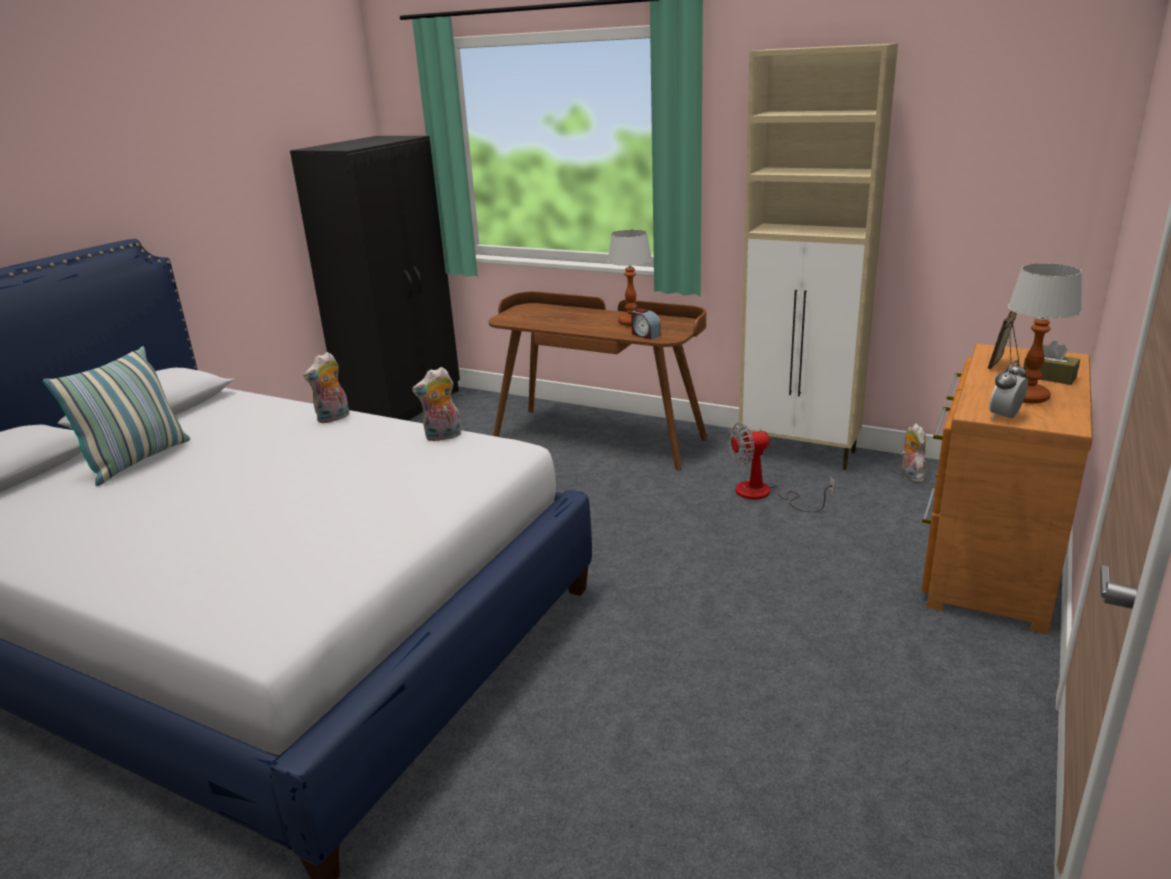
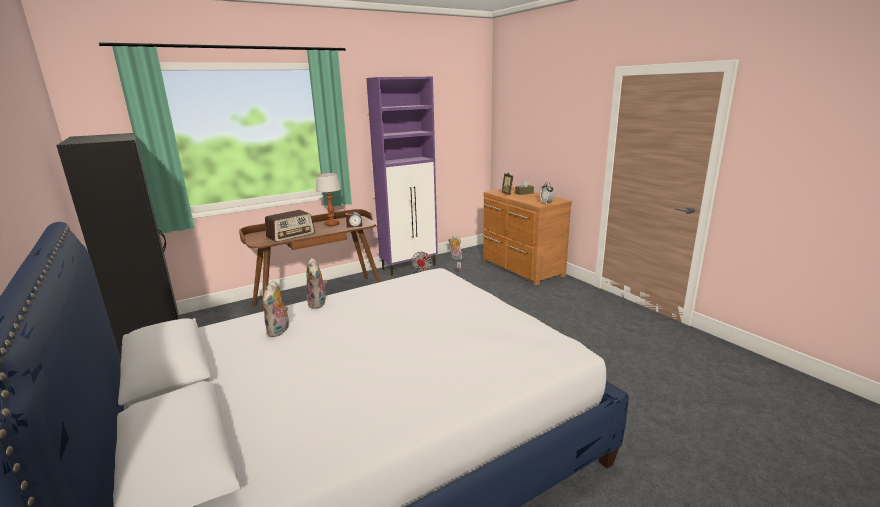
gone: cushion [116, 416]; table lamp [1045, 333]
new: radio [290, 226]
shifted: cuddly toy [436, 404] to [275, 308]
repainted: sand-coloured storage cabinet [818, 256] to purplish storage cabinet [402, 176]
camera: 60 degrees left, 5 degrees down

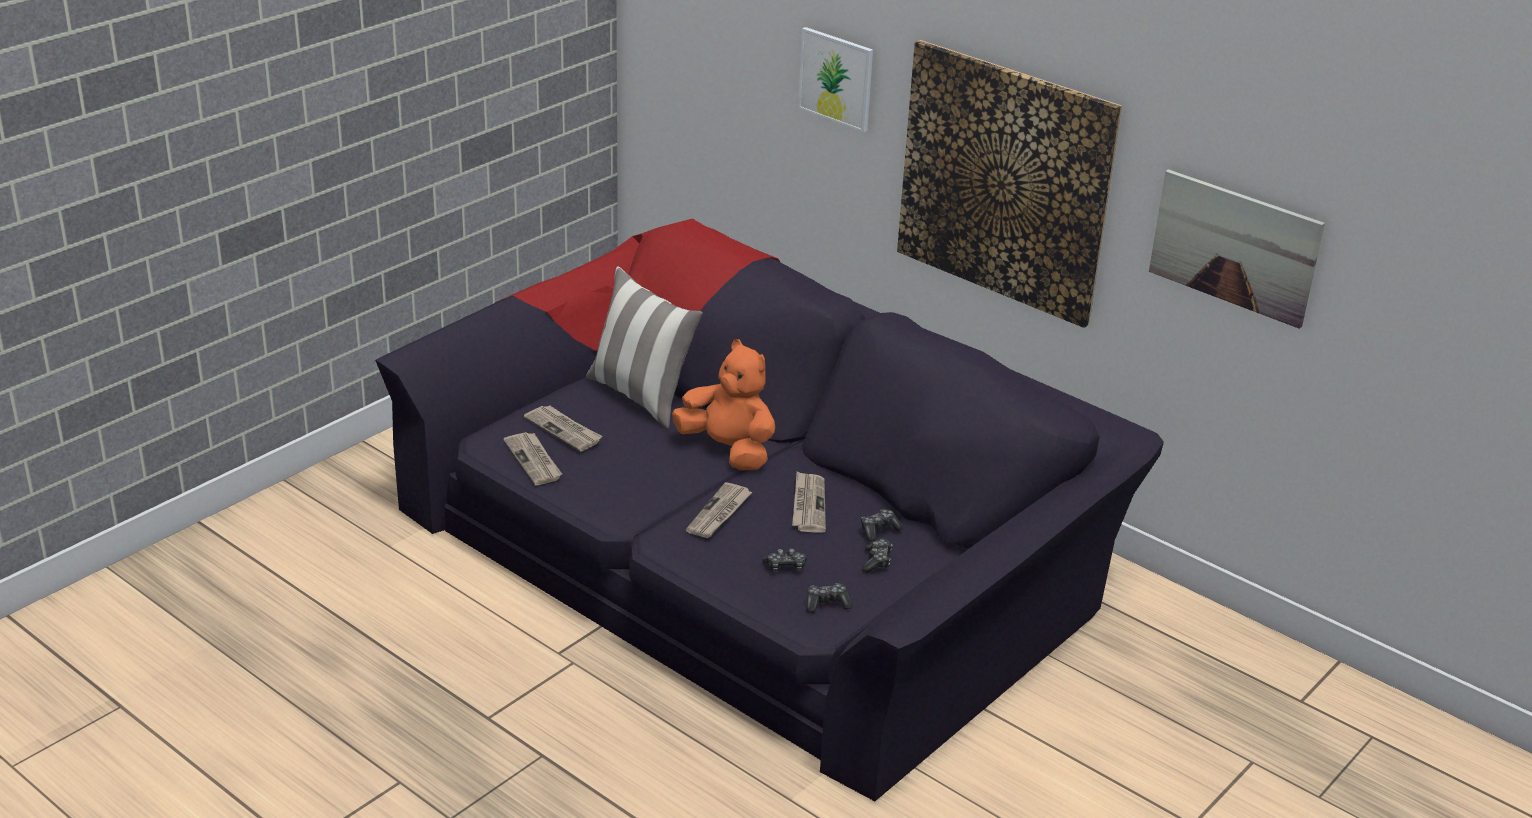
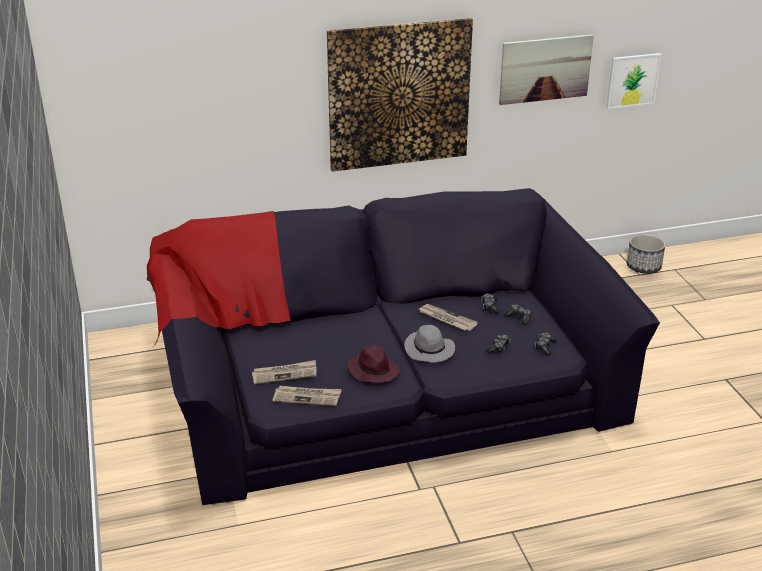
gone: cushion [644, 347]; orangey cuddly toy [723, 405]
new: purplish wearable hat [374, 364]; flower pot [646, 254]
shifted: wall art [835, 79] to [634, 81]
swapped: daily paper [719, 510] to grey wearable hat [429, 344]
camera: 55 degrees left, 0 degrees up

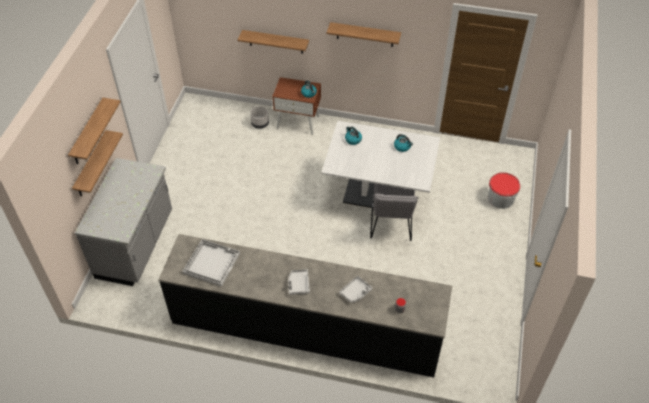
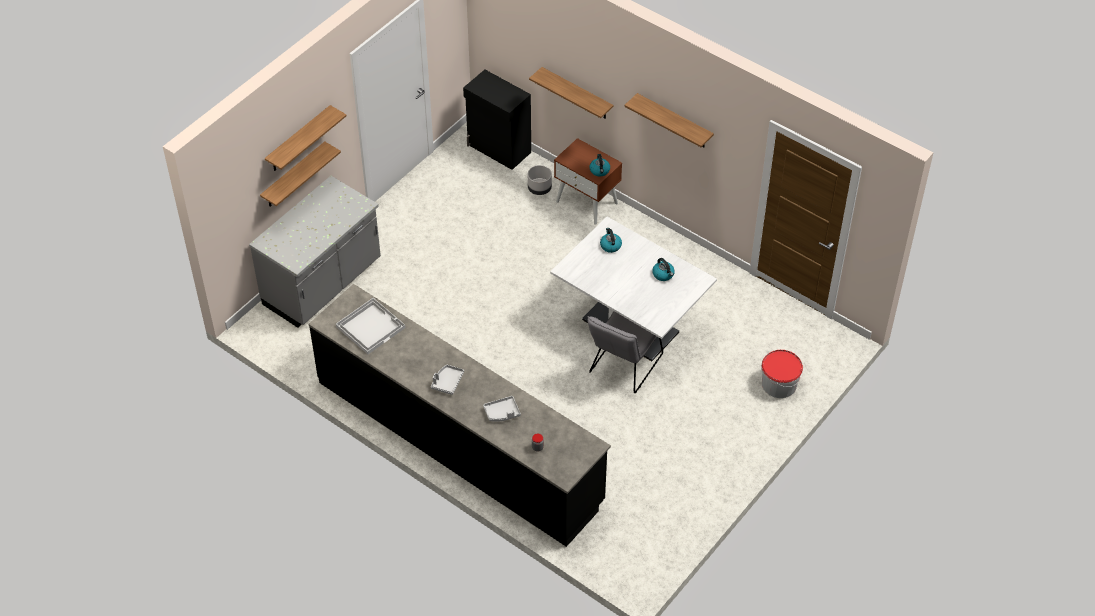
new: black-coloured storage cabinet [497, 120]
camera: 25 degrees right, 0 degrees up

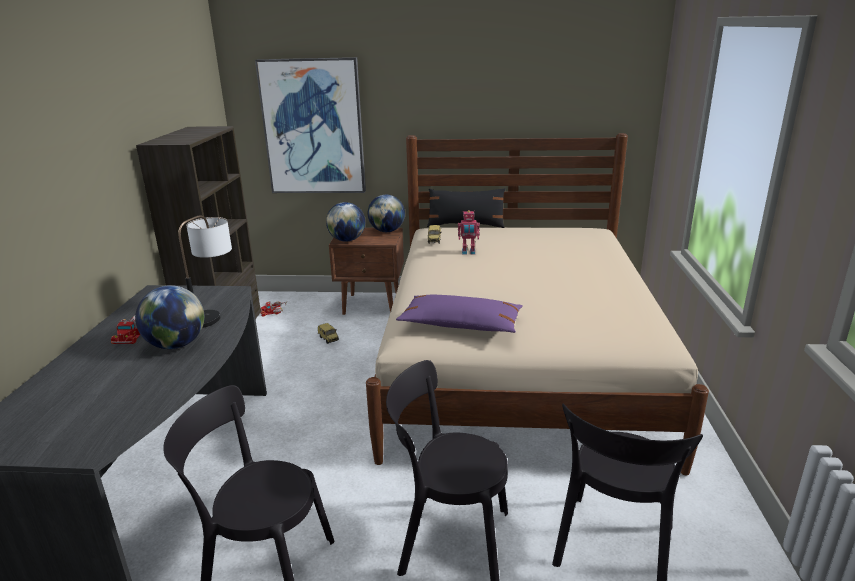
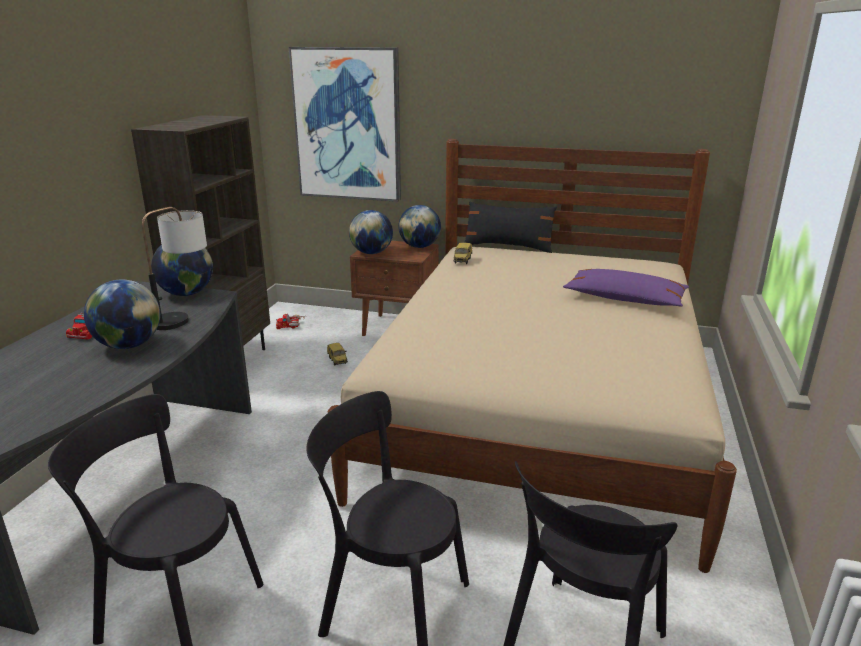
gone: model robot [469, 232]
new: world globe [182, 270]
shifted: purplish cushion [459, 314] to [626, 288]
camera: 10 degrees right, 0 degrees up

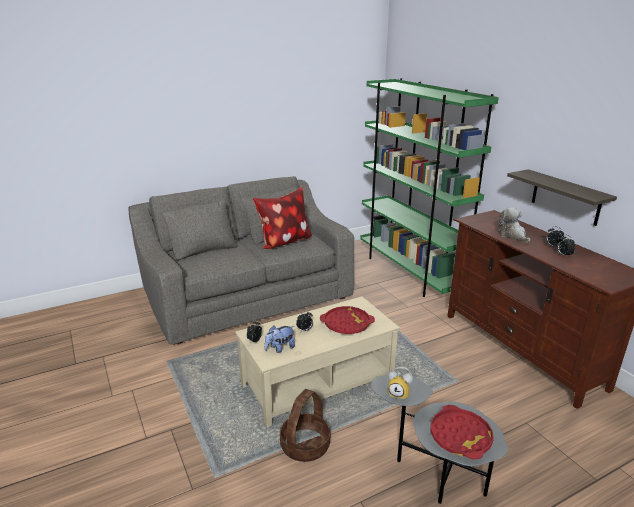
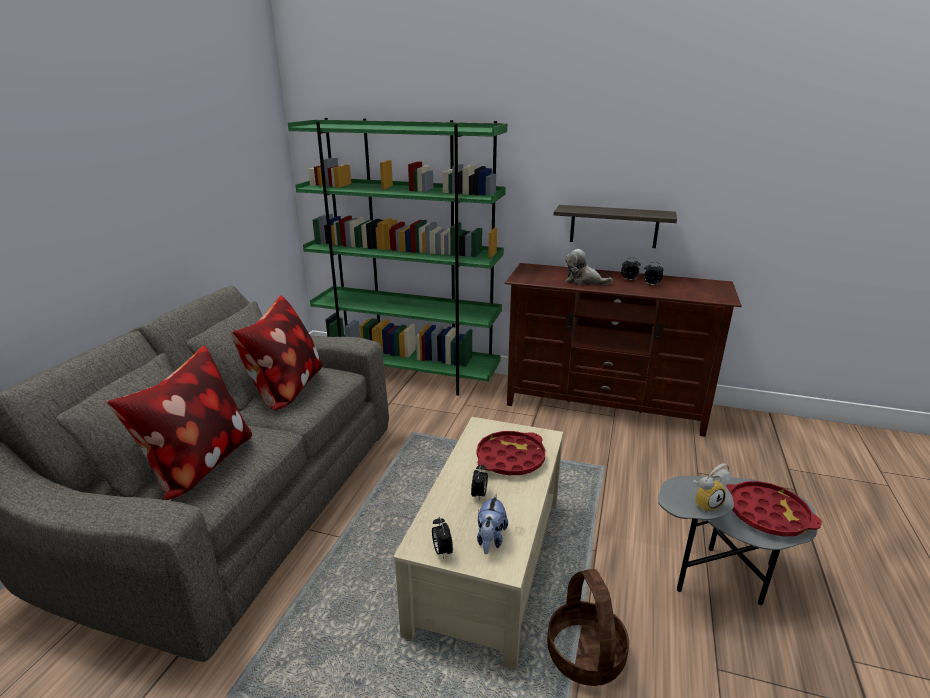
new: cushion [179, 423]
camera: 45 degrees left, 0 degrees up

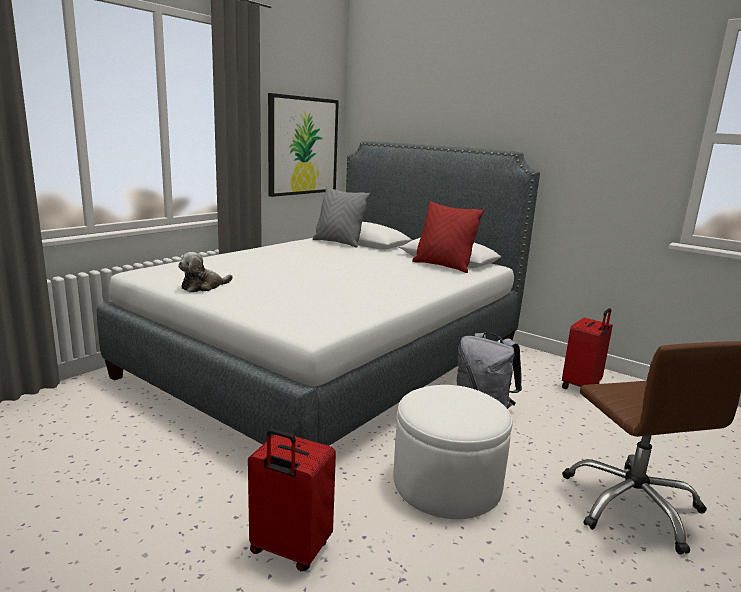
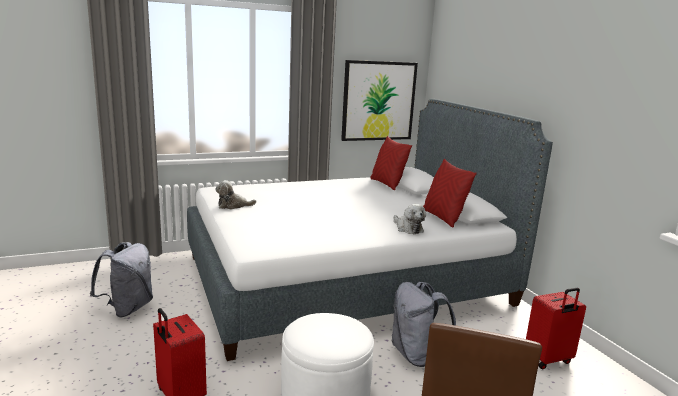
new: grey backpack [121, 279]; cuddly toy [410, 219]
repainted: grey cushion [341, 216] to red-coloured cushion [391, 163]
camera: 30 degrees right, 0 degrees up

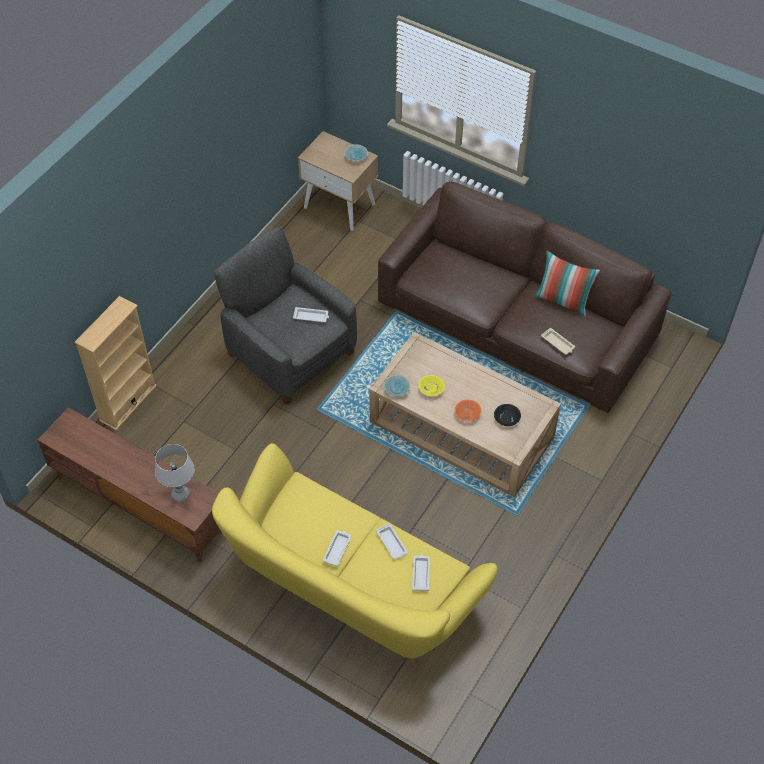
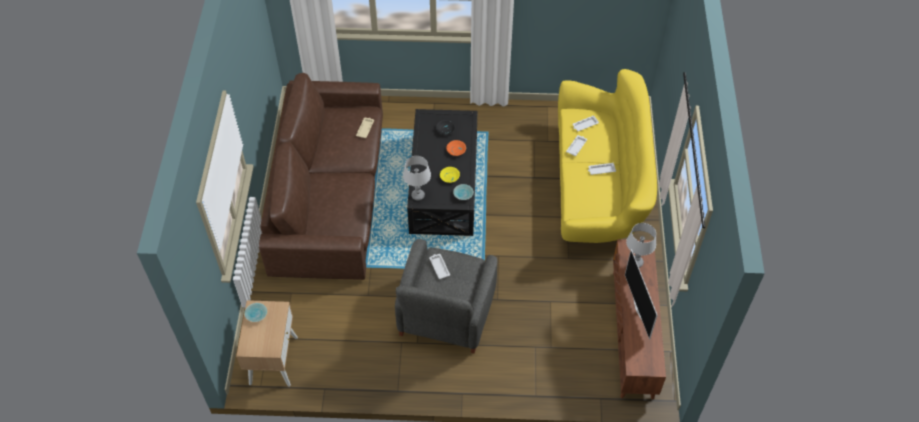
gone: sand-coloured bookcase [115, 363]; cushion [567, 284]
new: grey table lamp [417, 178]; TV set [641, 294]
repainted: sand-coloured low table [465, 414] to black-coloured low table [442, 172]
camera: 120 degrees left, 0 degrees up

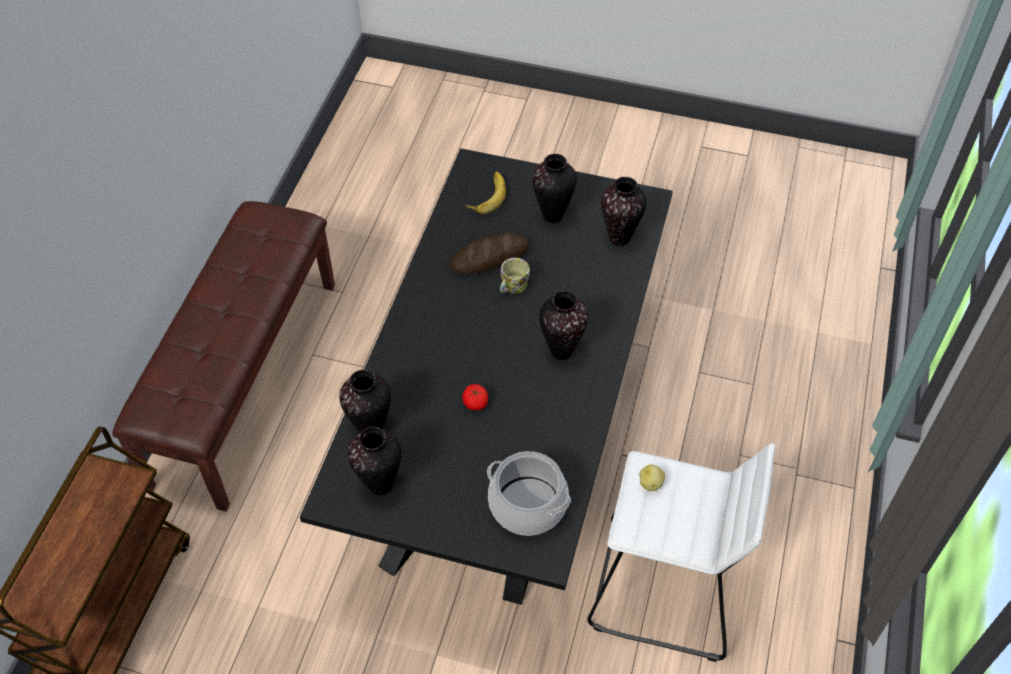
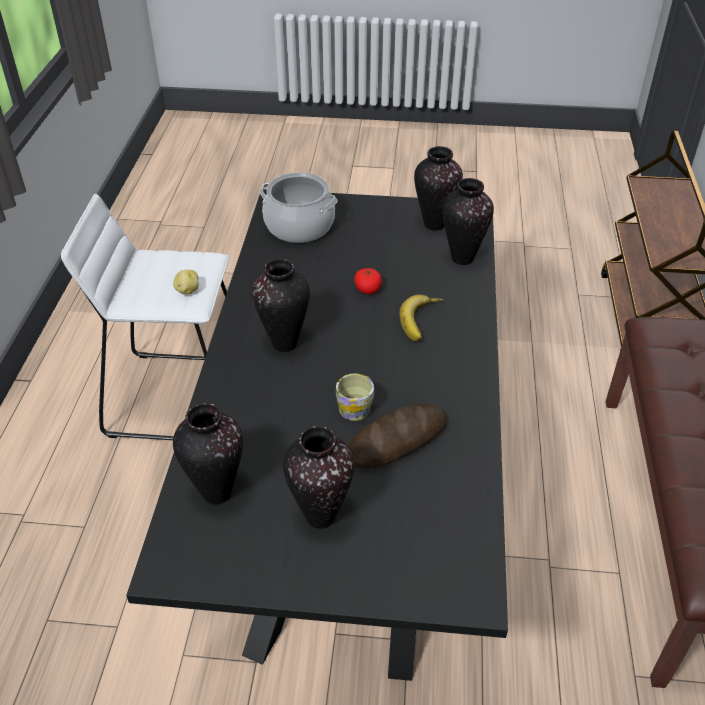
shifted: whole banana [485, 193] to [421, 318]
camera: 170 degrees right, 10 degrees down

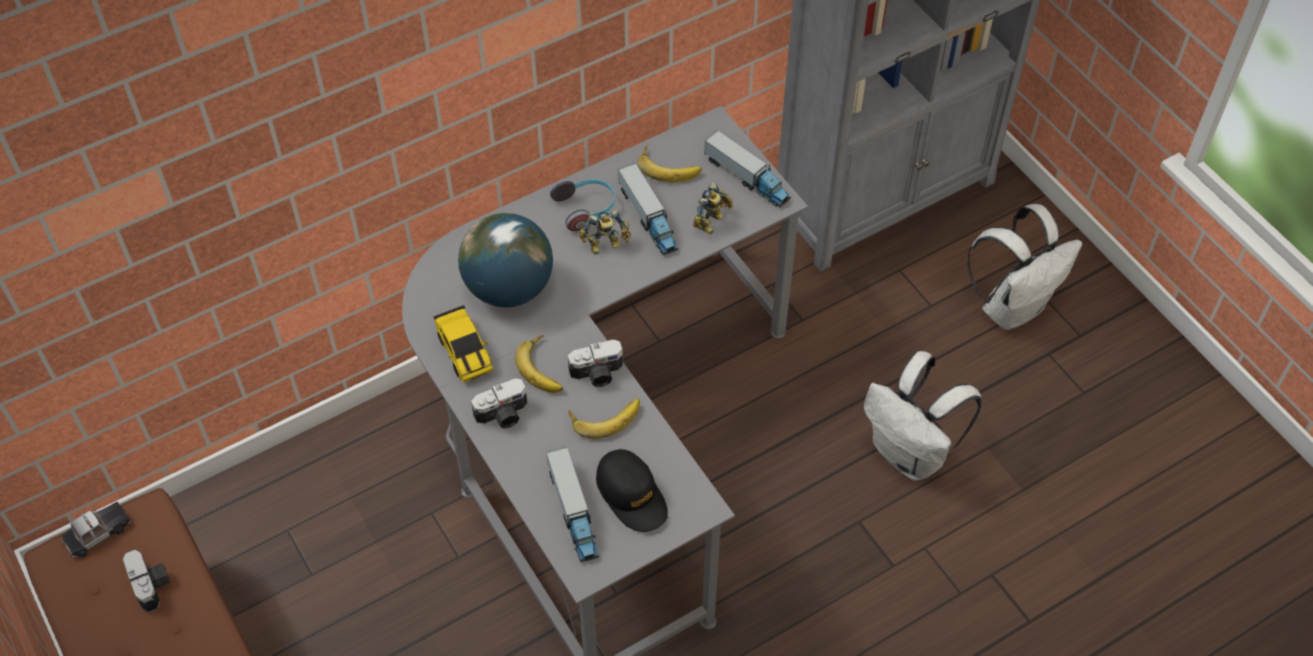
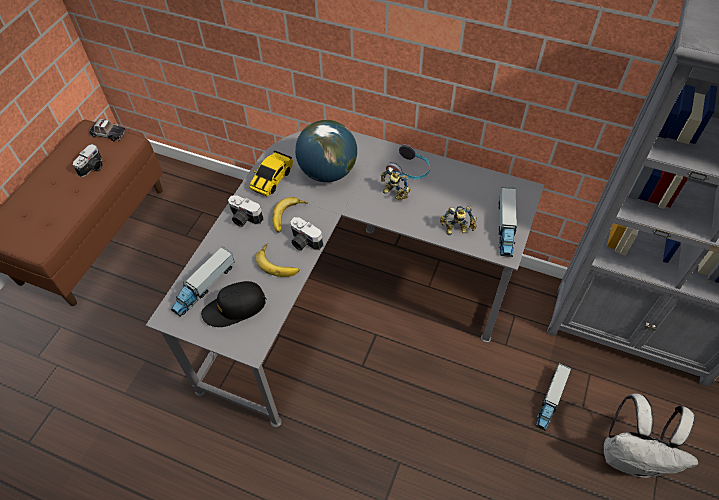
gone: whole banana [670, 164]; whitish backpack [923, 416]
shifted: toy truck [648, 209] to [553, 397]
rotated: black-coloured baseball cap [632, 490] = [233, 304] 45 degrees clockwise
camera: 55 degrees right, 0 degrees up

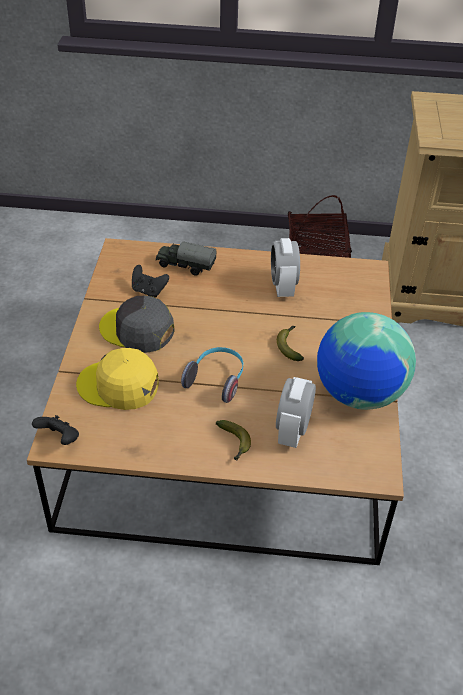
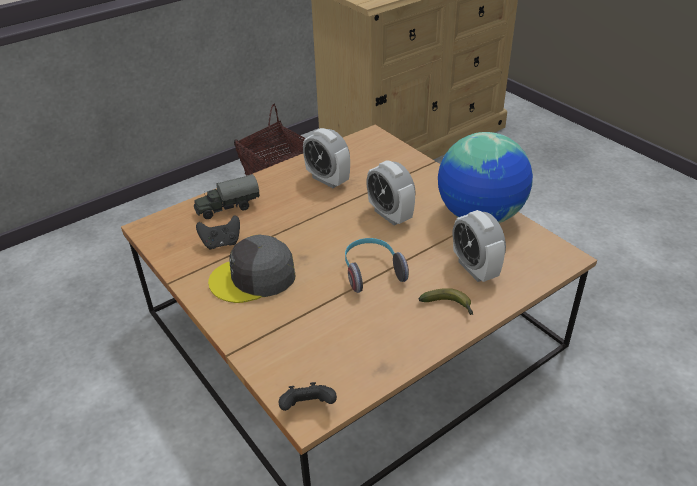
gone: yellow baseball cap [117, 379]
swapped: whole banana [290, 343] to alarm clock [391, 193]
camera: 40 degrees left, 5 degrees down

